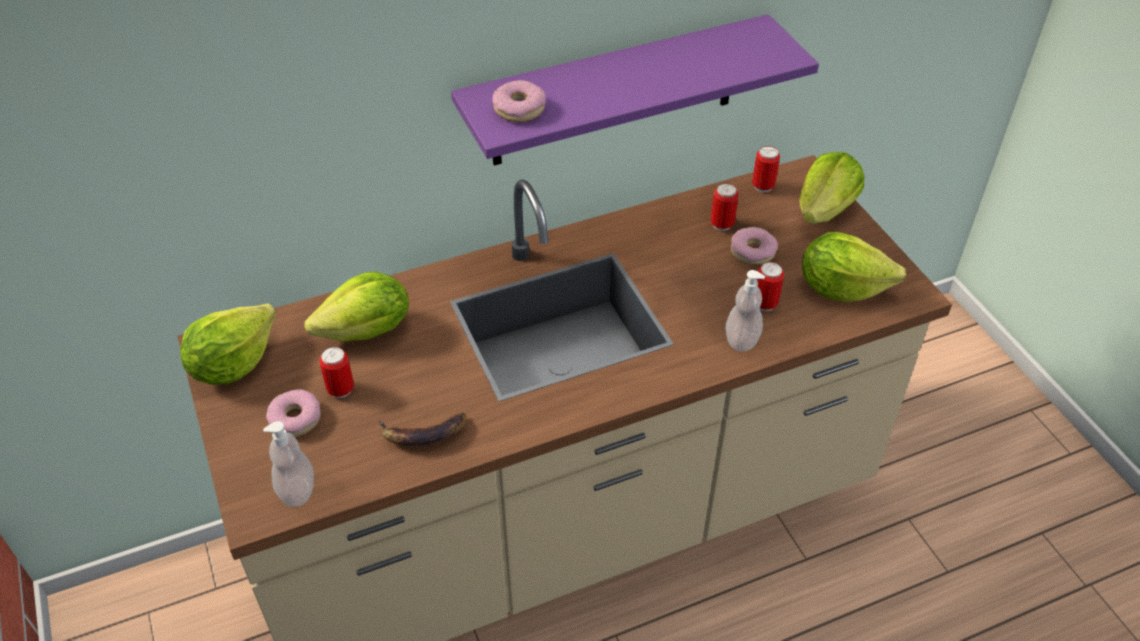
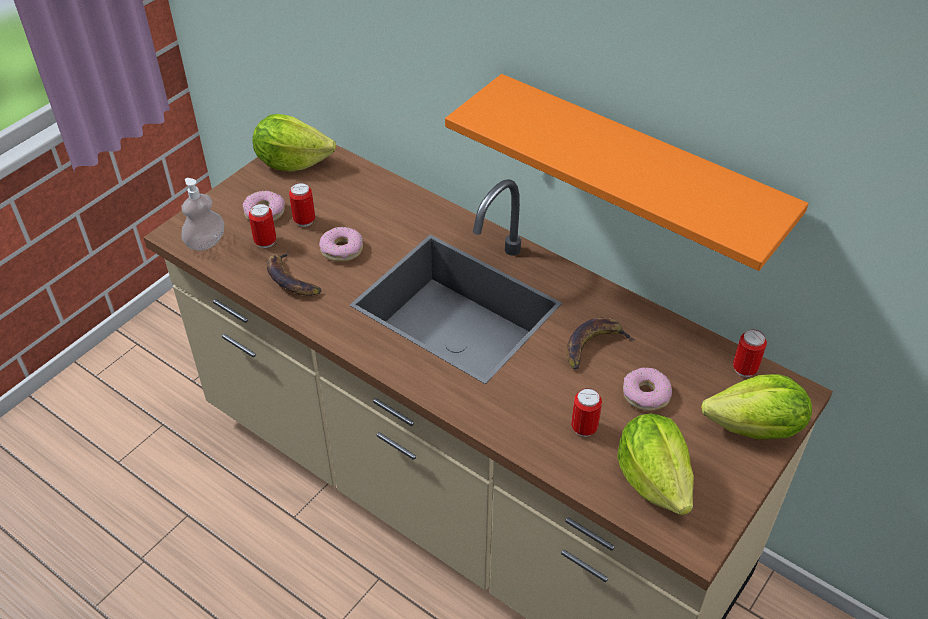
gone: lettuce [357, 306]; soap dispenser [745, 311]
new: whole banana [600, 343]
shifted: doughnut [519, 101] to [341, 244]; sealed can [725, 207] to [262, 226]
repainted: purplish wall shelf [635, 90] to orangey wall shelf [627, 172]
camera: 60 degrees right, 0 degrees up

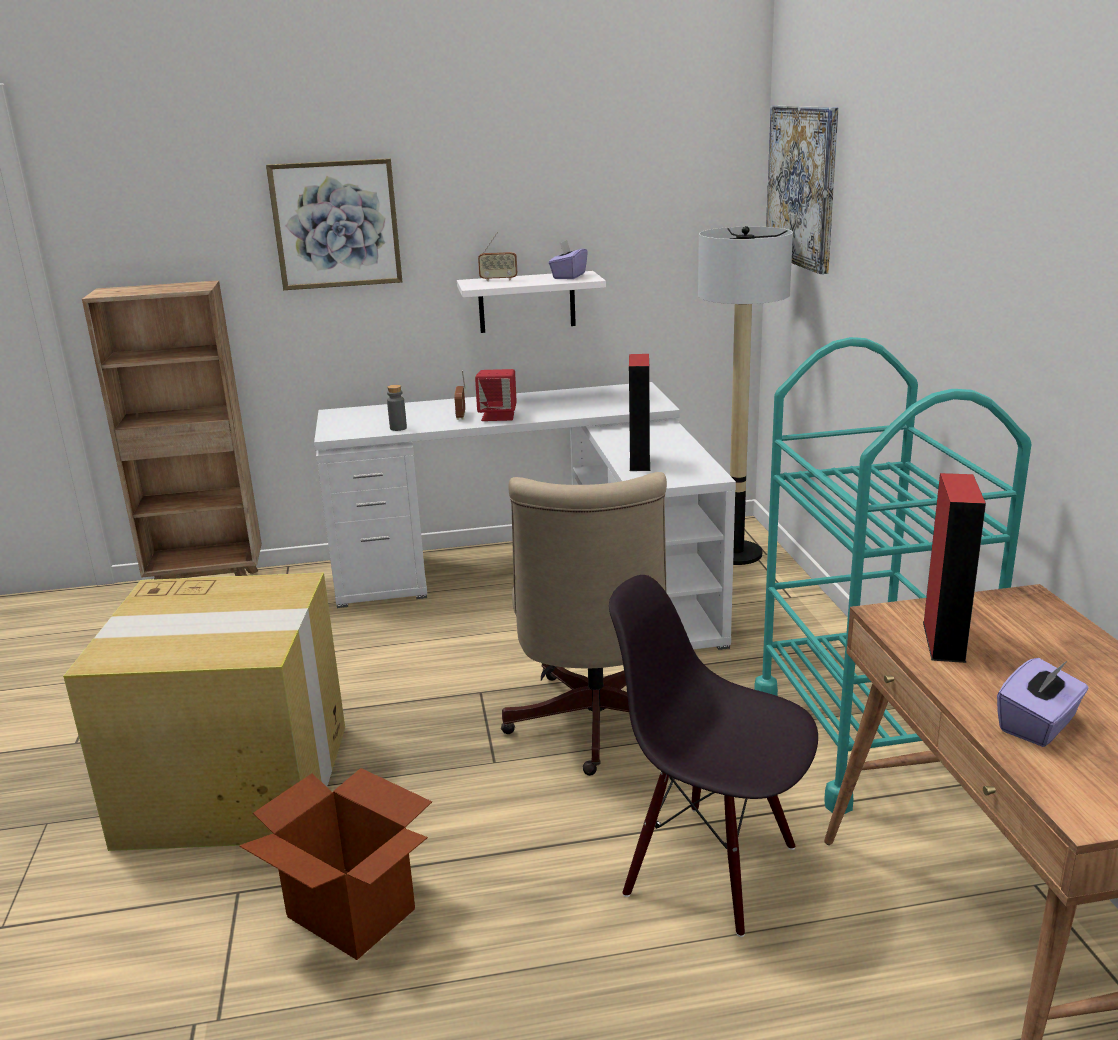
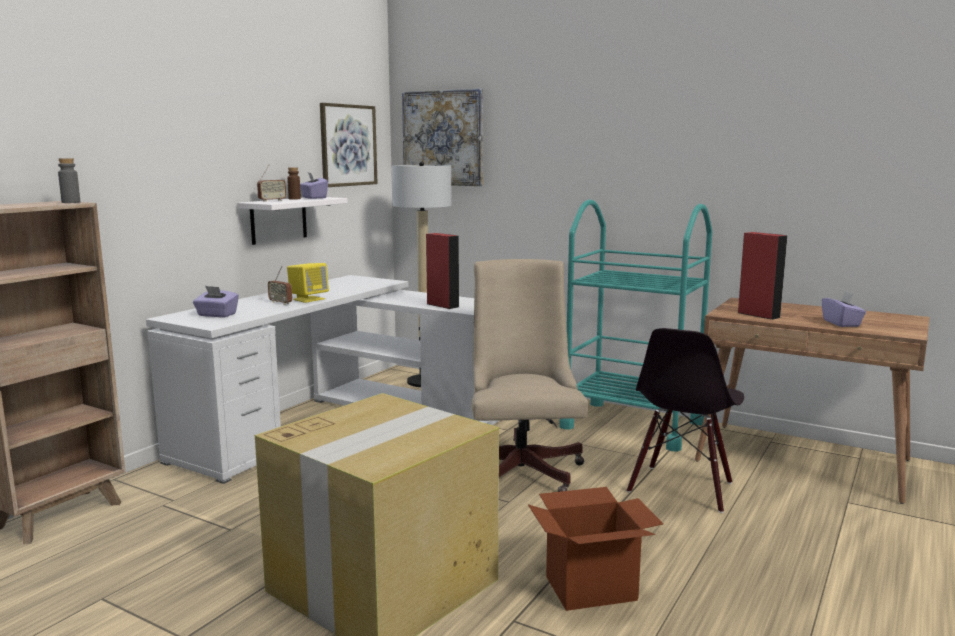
new: purplish box of tissues [216, 301]; brown drink bottle [294, 183]
shifted: wall art [334, 224] to [349, 145]; grey drink bottle [397, 408] to [69, 180]
repainted: red-coloured loudspeaker [496, 395] to yellow loudspeaker [308, 283]
rotated: sand-coloured desk chair [584, 624] = [529, 375] 135 degrees counterclockwise; black-coloured upright chair [713, 756] = [686, 420] 45 degrees counterclockwise
camera: 50 degrees left, 10 degrees down

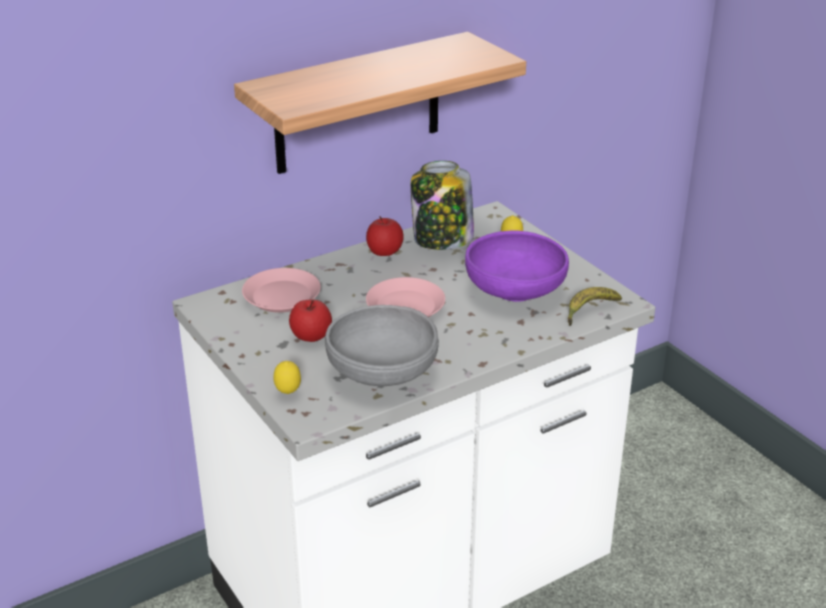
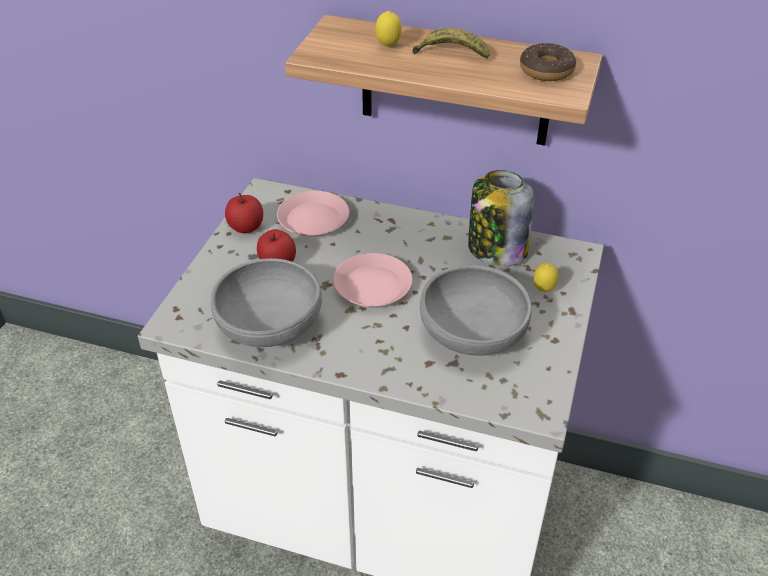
new: doughnut [548, 62]
shifted: citrus fruit [287, 377] to [388, 29]; apple [385, 236] to [244, 213]; whole banana [595, 306] to [451, 43]
repainted: purplish bowl [517, 266] to grey bowl [476, 310]
camera: 50 degrees right, 10 degrees up

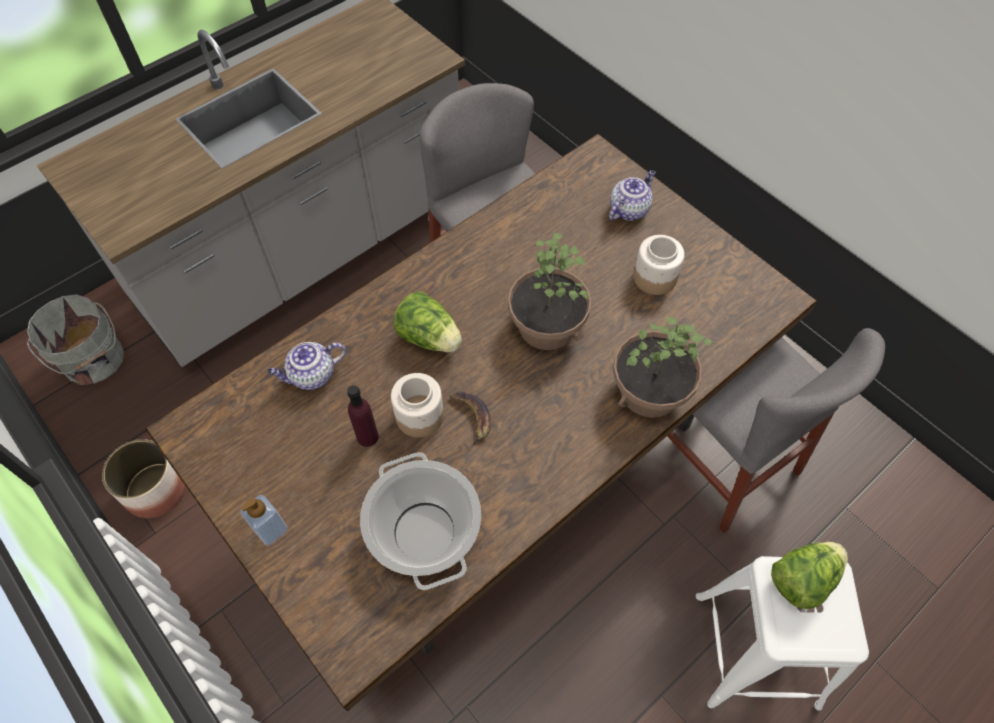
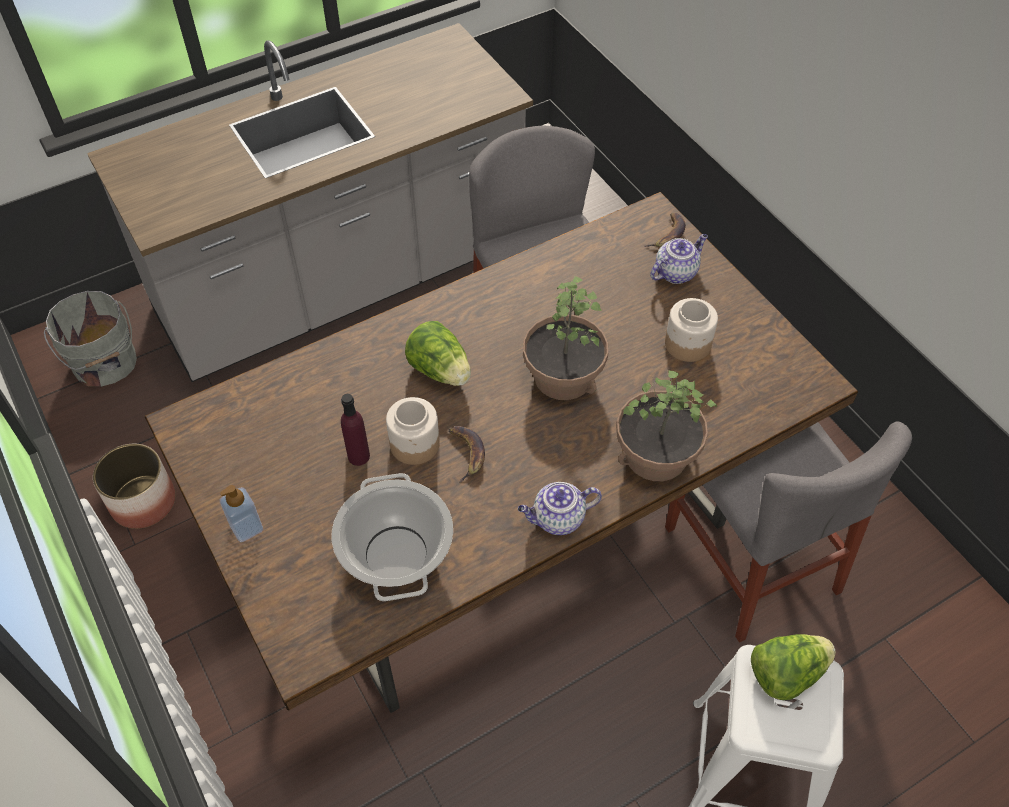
new: whole banana [665, 230]
shifted: teapot [306, 366] to [560, 508]
camera: 10 degrees right, 5 degrees down

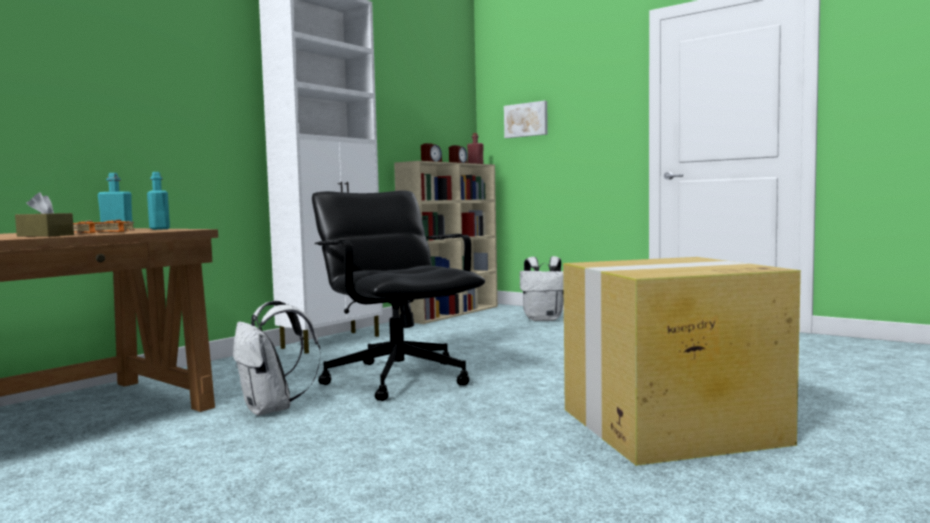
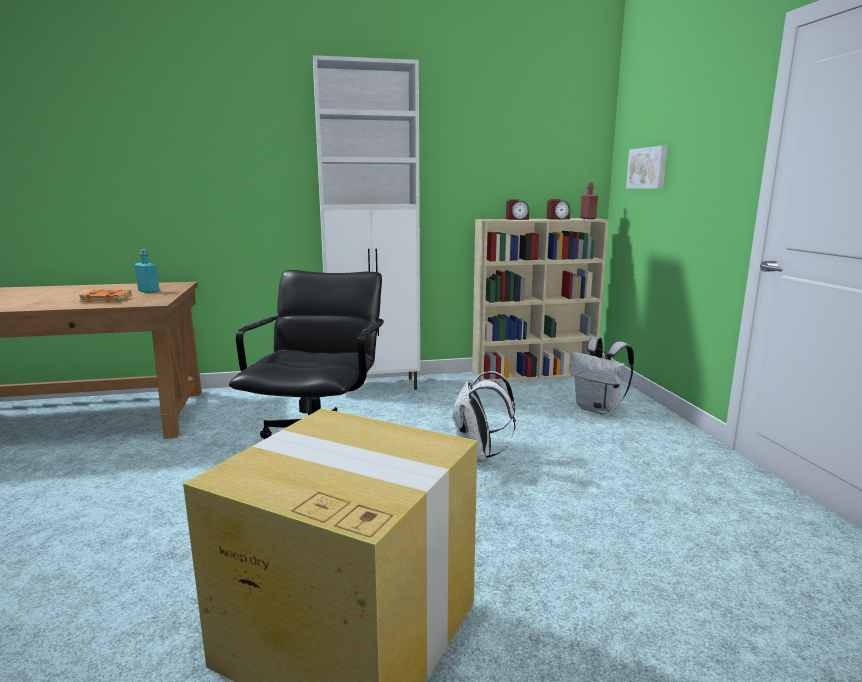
gone: brown box of tissues [44, 214]; turquoise drink bottle [158, 201]
shifted: whitish backpack [277, 358] to [484, 416]
camera: 40 degrees right, 10 degrees up

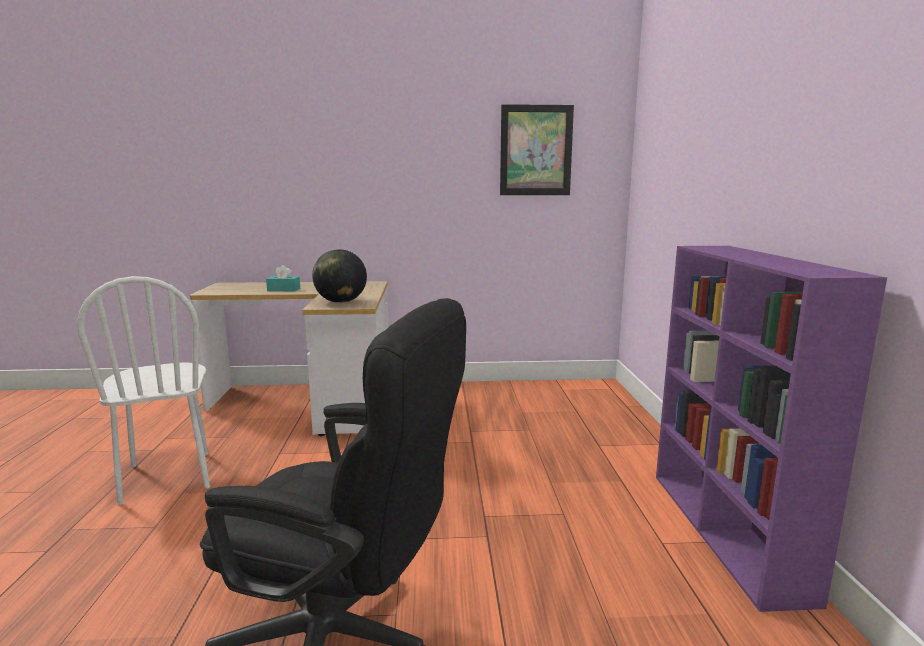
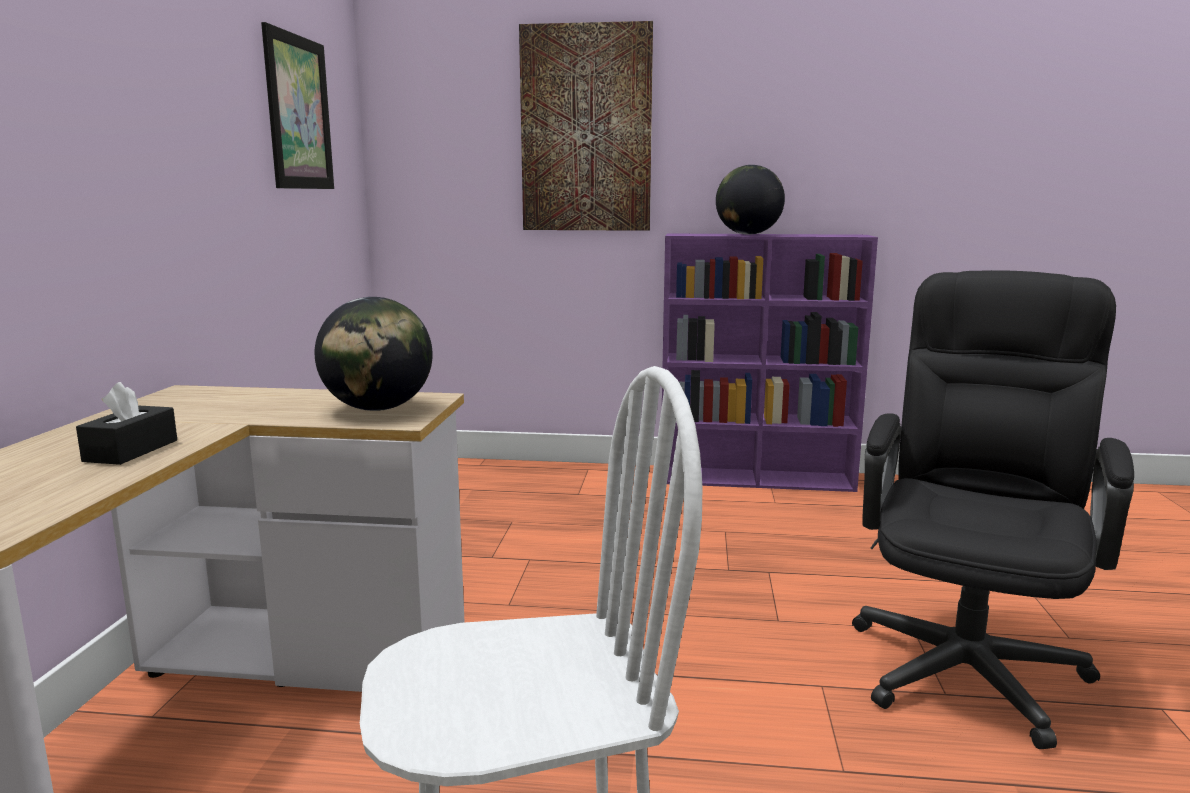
new: wall art [586, 126]; world globe [750, 200]
repainted: turquoise box of tissues [283, 278] to black-coloured box of tissues [126, 423]
camera: 80 degrees left, 0 degrees up

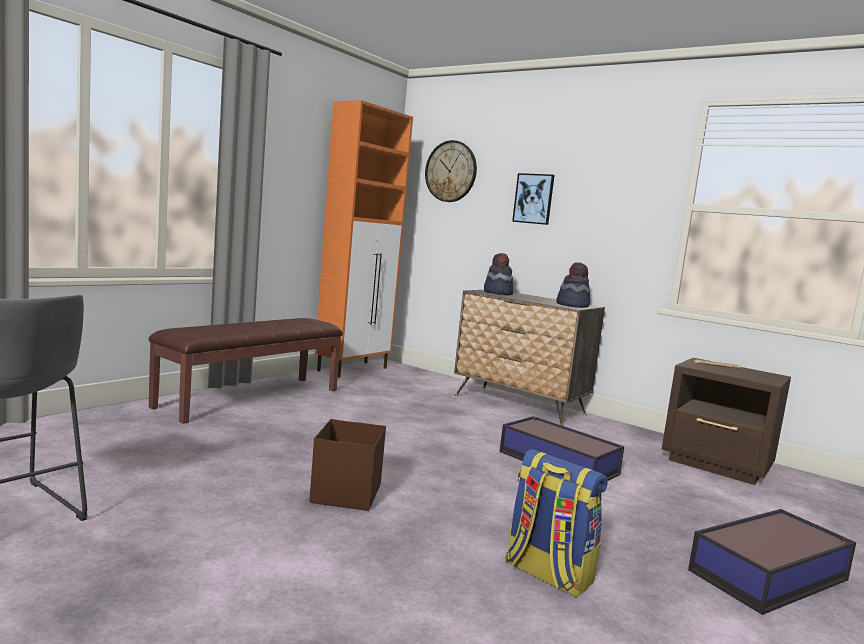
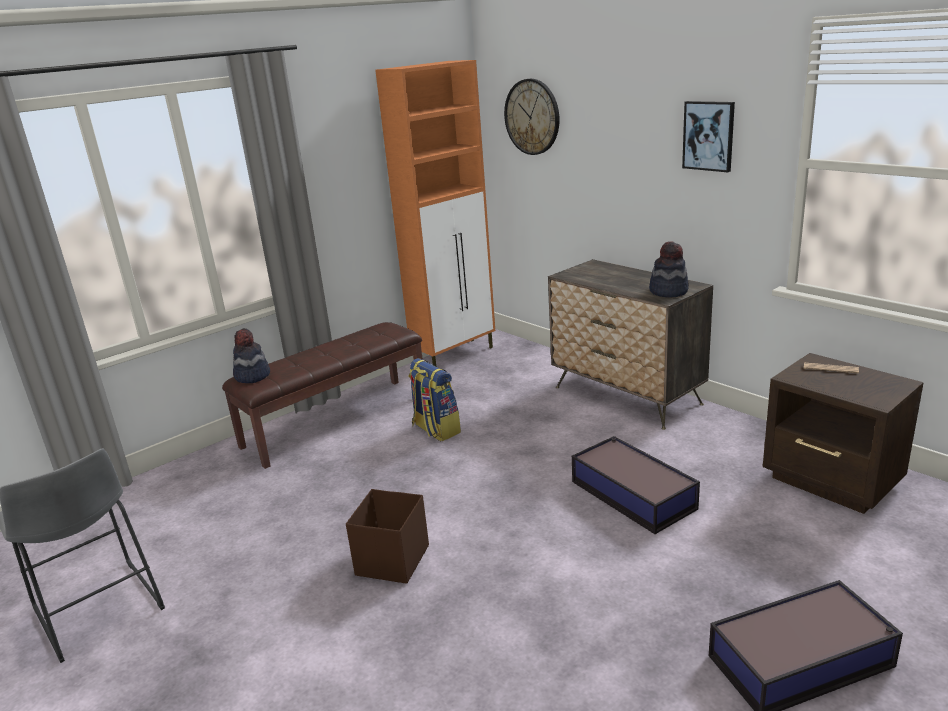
shifted: wearable hat [498, 274] to [251, 356]; backpack [556, 523] to [434, 399]; wall art [533, 199] to [708, 136]
camera: 15 degrees right, 15 degrees up

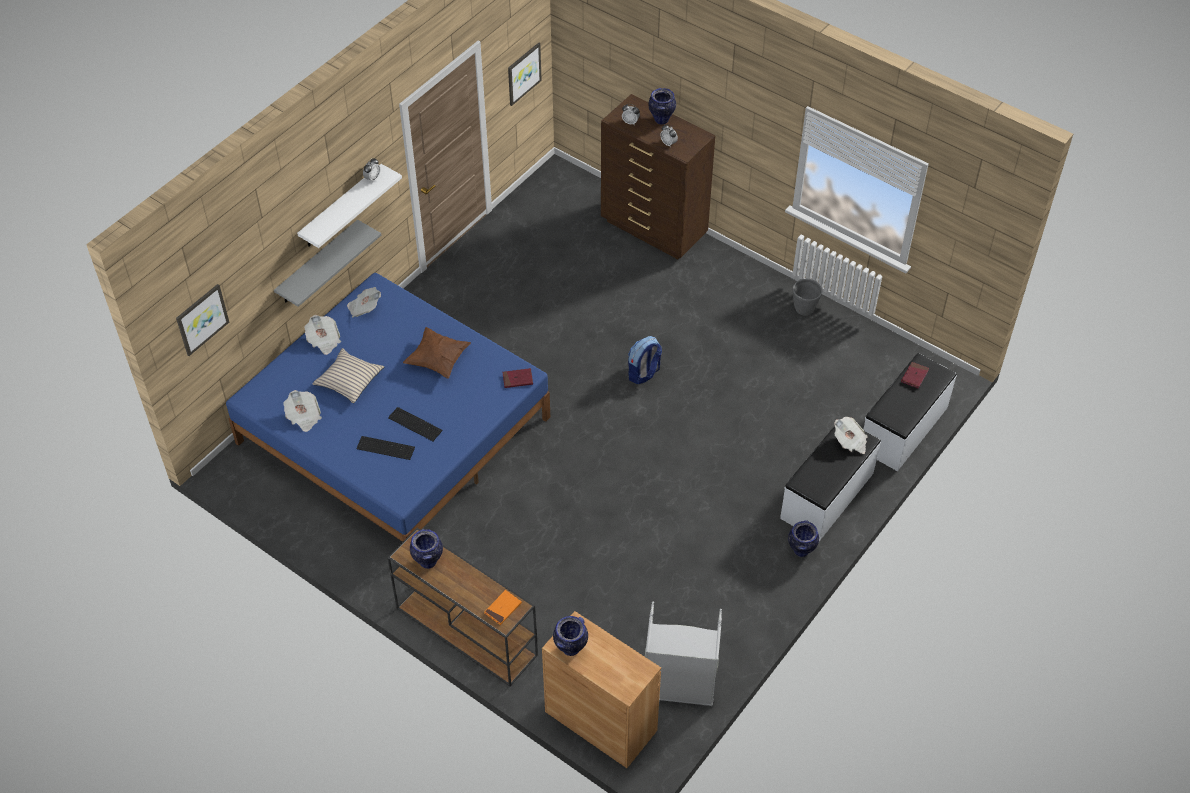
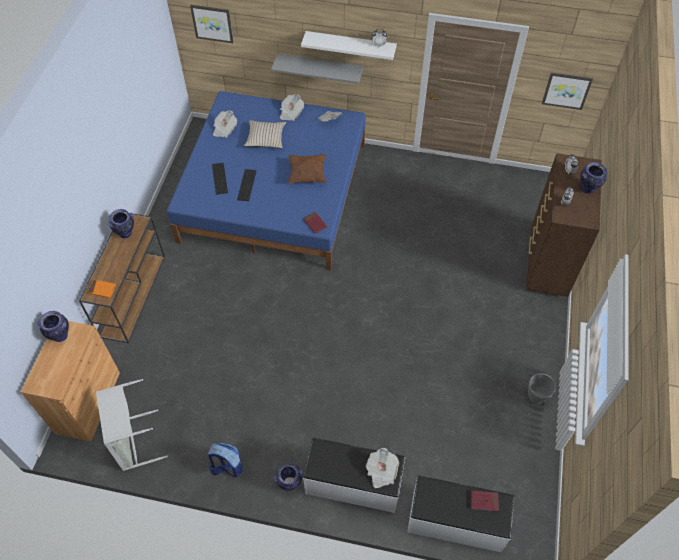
shifted: backpack [645, 360] to [225, 460]
camera: 65 degrees right, 5 degrees up

